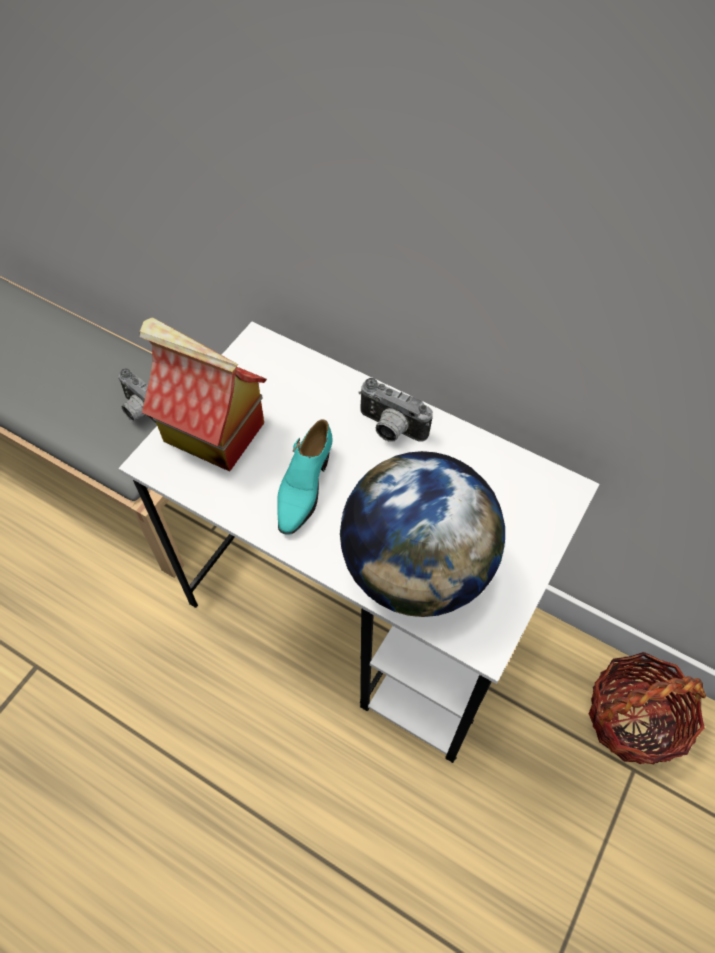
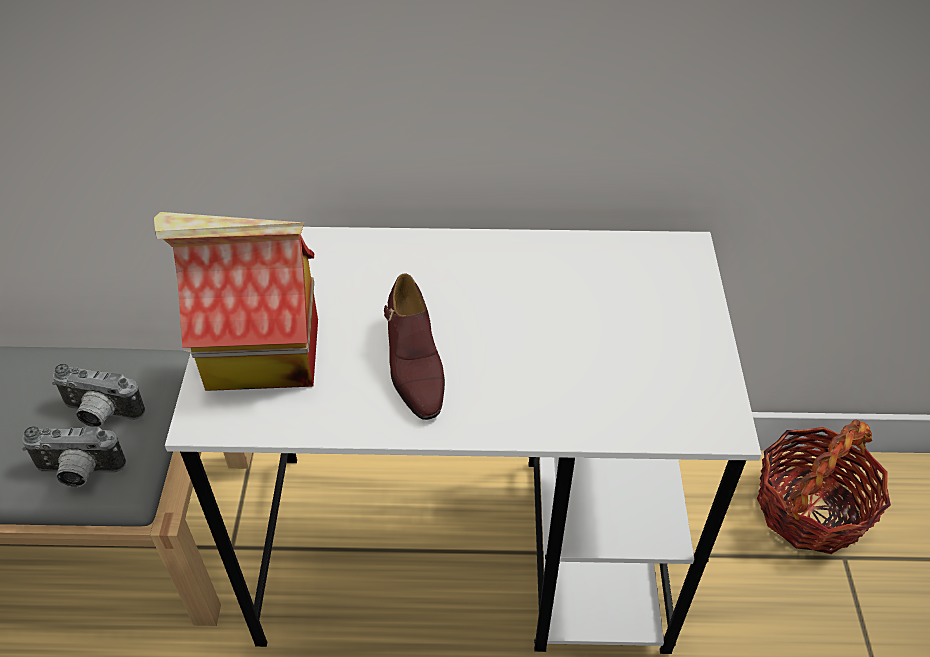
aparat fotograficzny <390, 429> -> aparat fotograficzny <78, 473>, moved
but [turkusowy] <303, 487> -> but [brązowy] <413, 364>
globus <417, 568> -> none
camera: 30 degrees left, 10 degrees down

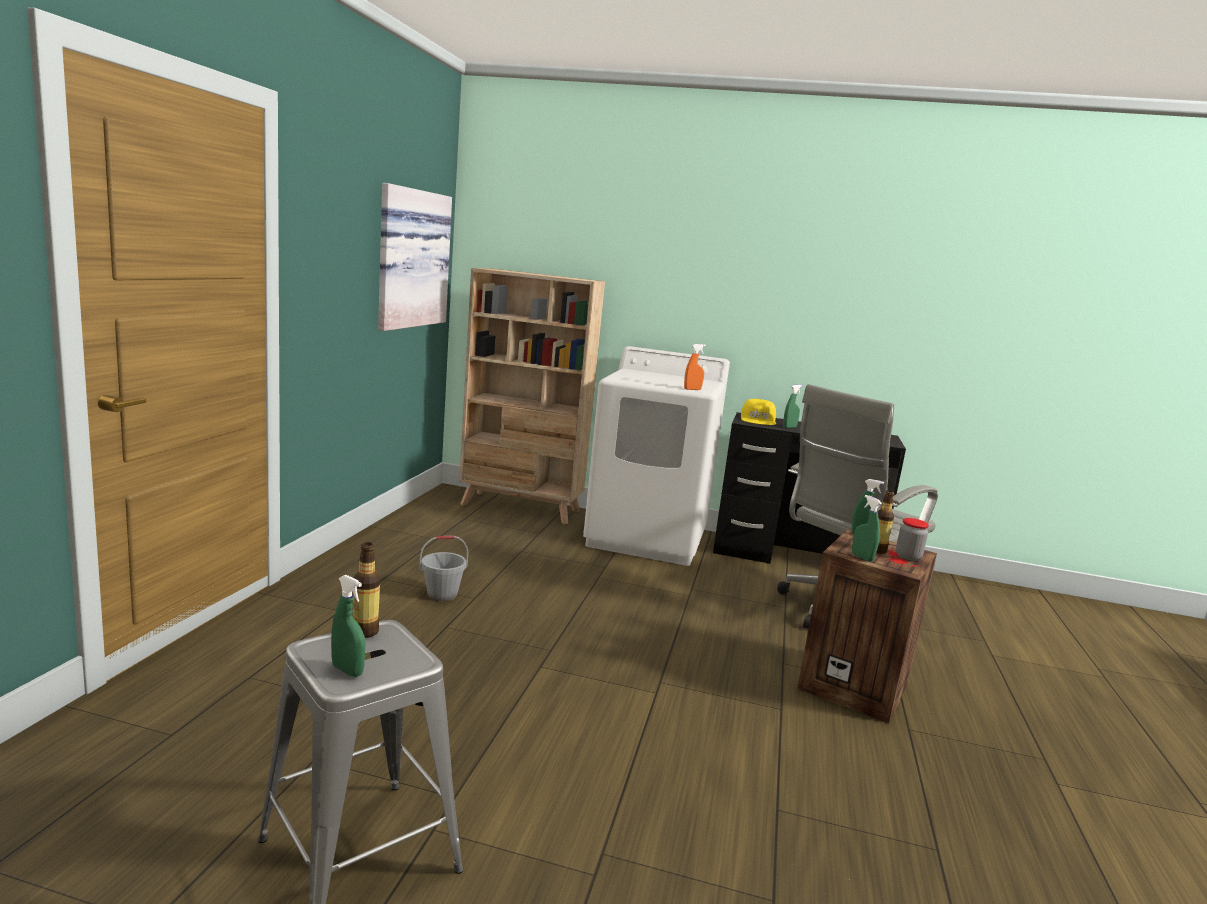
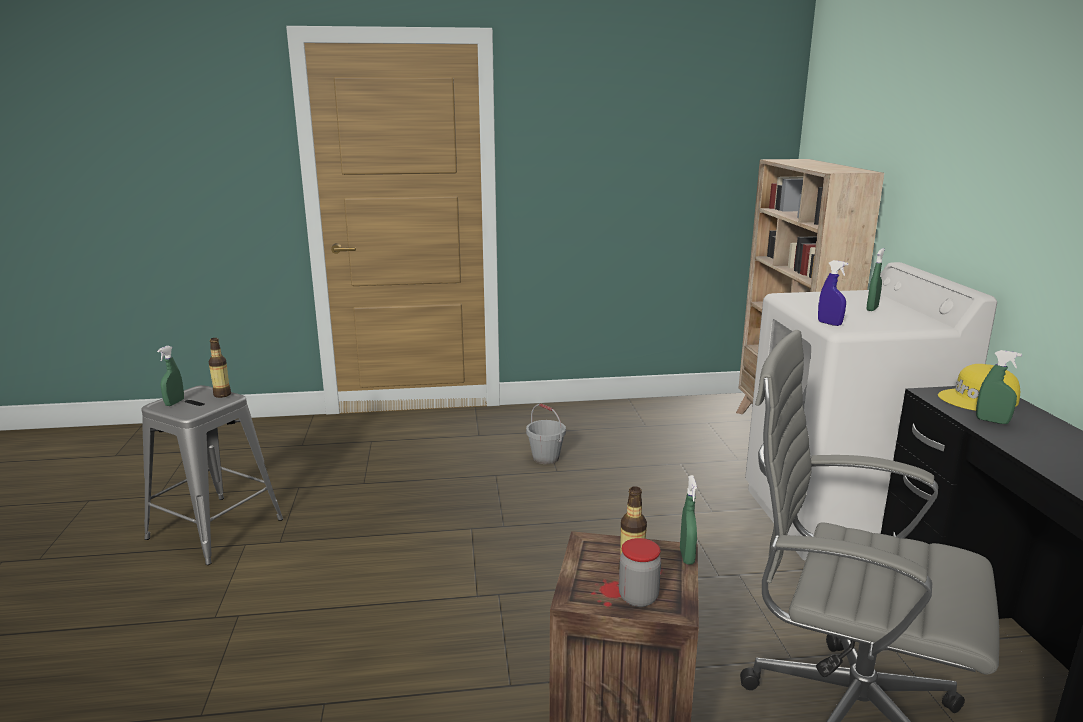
spryskiwacz [pomarańczowy] <692, 389> -> spryskiwacz [niebieski] <829, 323>
spryskiwacz [zielony] <862, 557> -> spryskiwacz [zielony] <872, 309>, moved
obraz <410, 258> -> none
camera: 70 degrees right, 5 degrees up

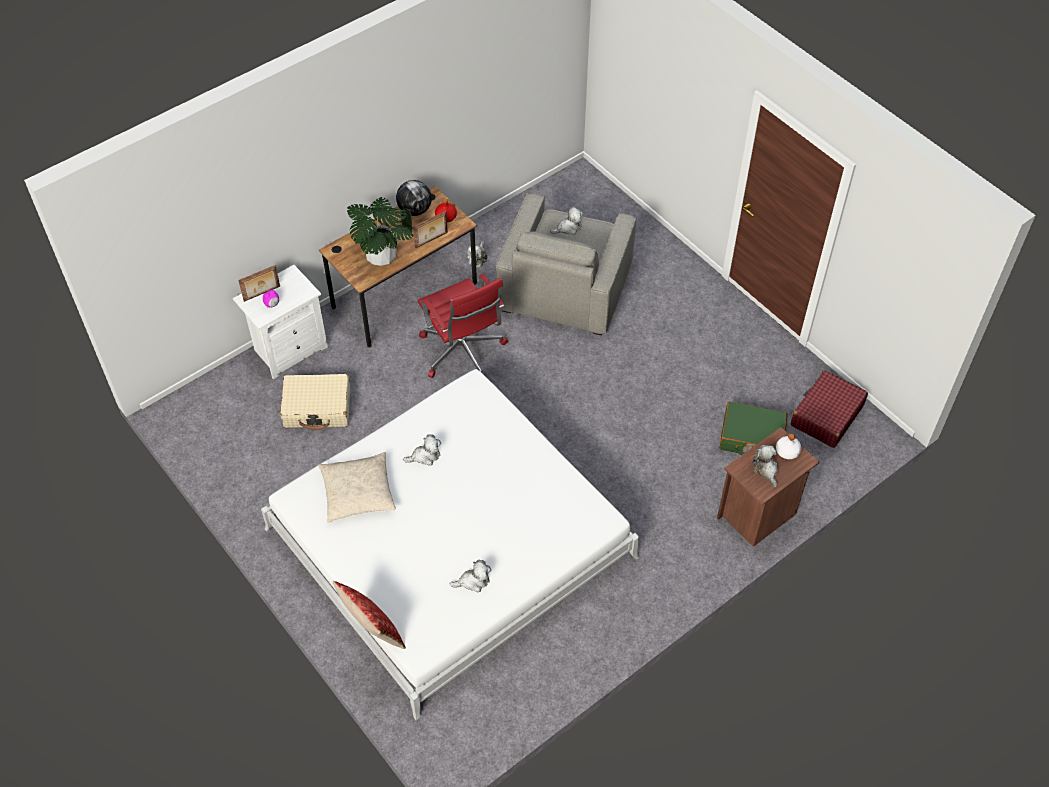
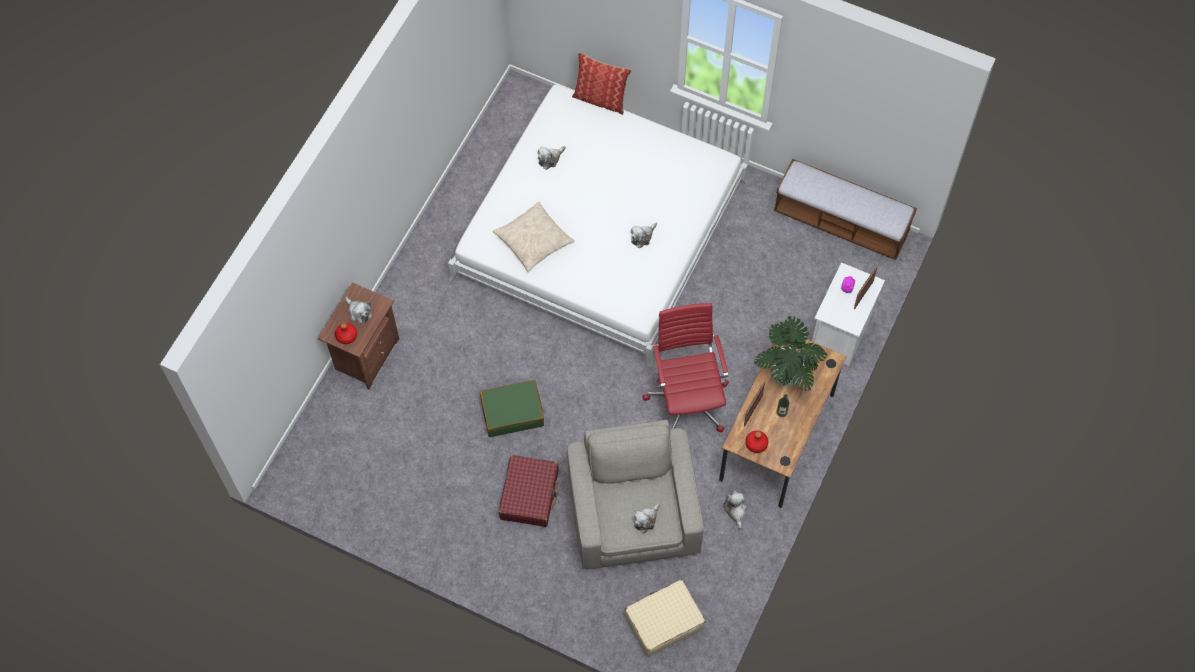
butelka [biały] <787, 451> -> butelka [czerwony] <347, 336>
walizka [zielony] <751, 437> -> walizka [zielony] <512, 412>, moved
poduszka [beżowy] <358, 492> -> poduszka [beżowy] <533, 240>, moved
walizka [czerwony] <826, 415> -> walizka [czerwony] <529, 494>, moved
walizka [beżowy] <317, 408> -> walizka [beżowy] <663, 621>, moved
krzesło biurowe [czerwony] <463, 353> -> krzesło biurowe [czerwony] <687, 399>, 45 degrees clockwise
none -> ławka <841, 223>
globus <414, 210> -> none
camera: 155 degrees right, 10 degrees up

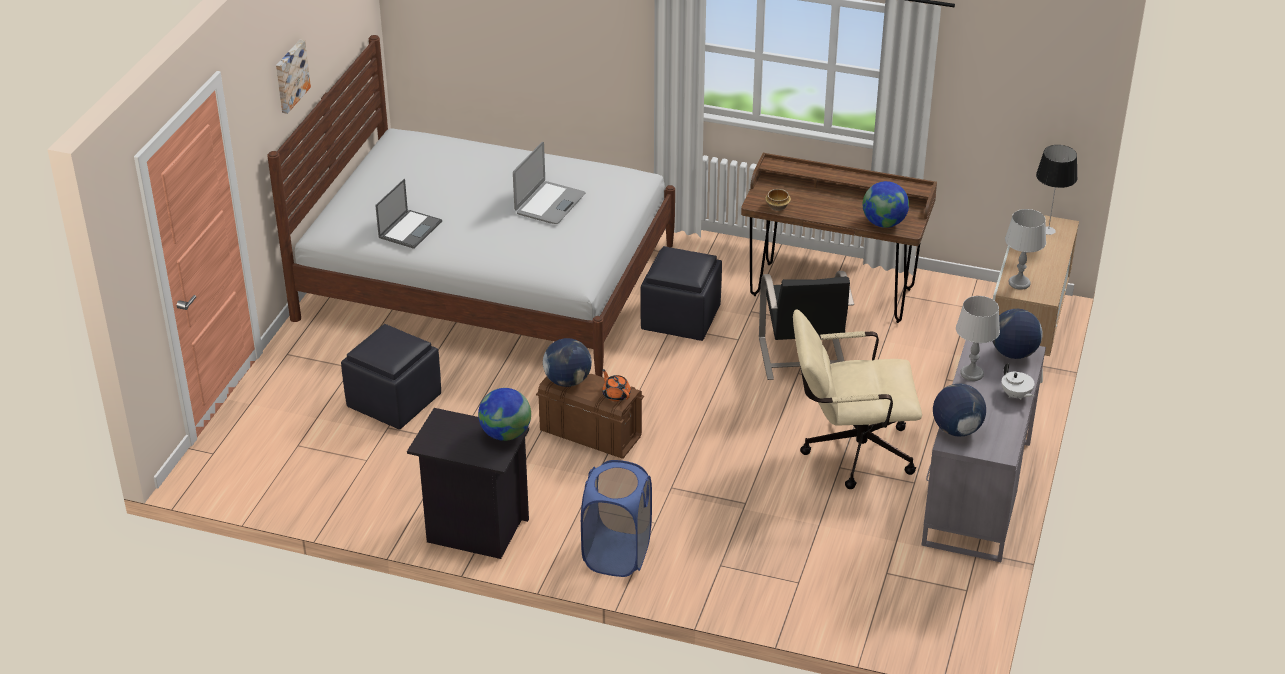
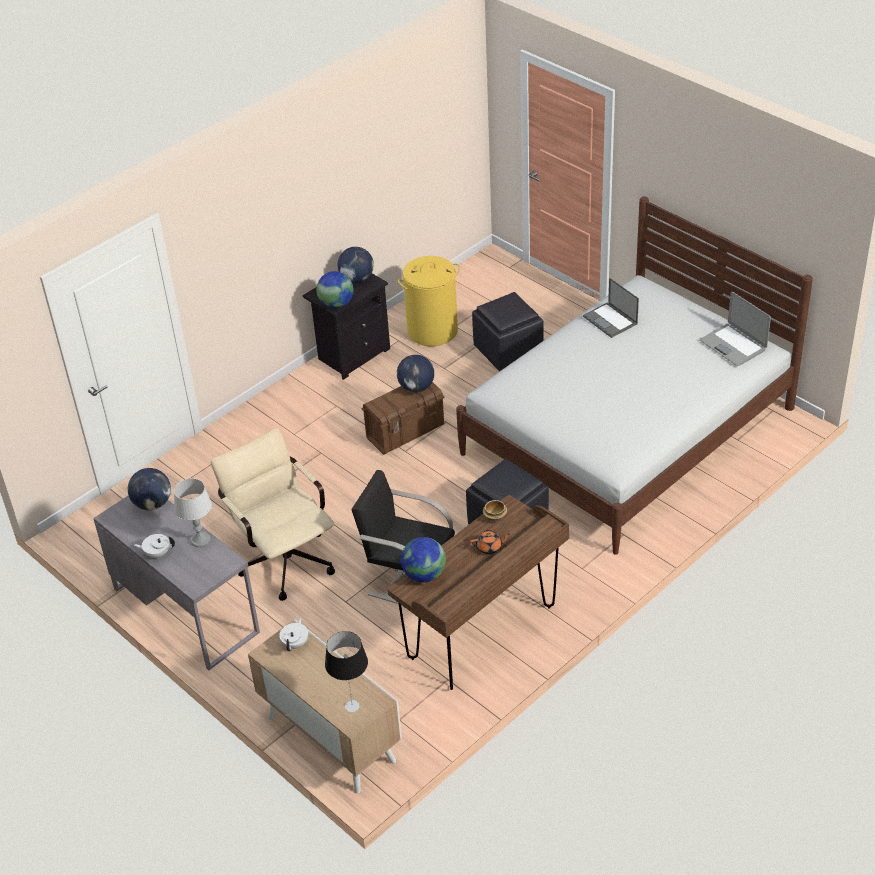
krzesło biurowe [beżowy] <848, 451> -> krzesło biurowe [beżowy] <283, 558>, 60 degrees counterclockwise
lampa stołowa [szary] <1019, 283> -> imbryk [biały] <296, 643>
globus <1013, 353> -> globus <357, 279>, moved
none -> kosz na pranie [żółty] <432, 330>
imbryk [pomarańczowy] <616, 394> -> imbryk [pomarańczowy] <489, 547>, moved
laptop <549, 204> -> laptop <733, 345>, moved
obraz <290, 75> -> none
kosz na pranie [niebieski] <617, 554> -> none
camera: 120 degrees right, 5 degrees up

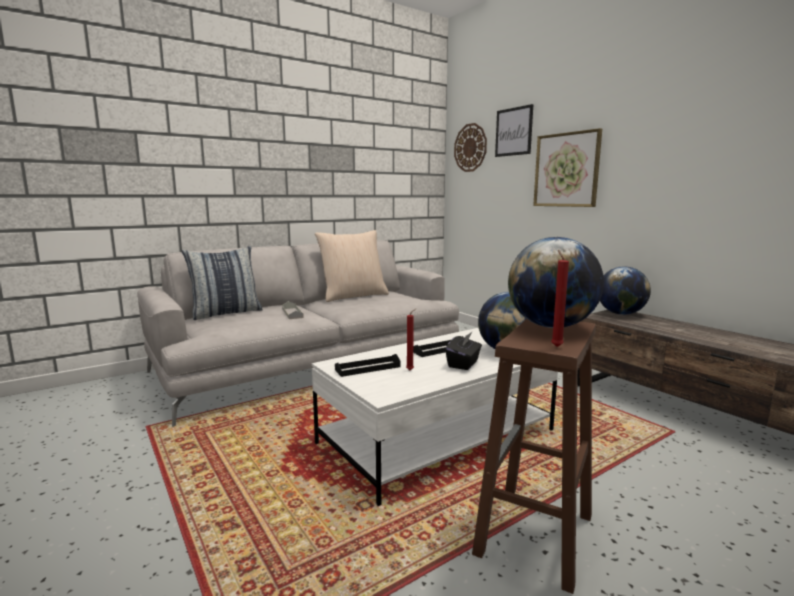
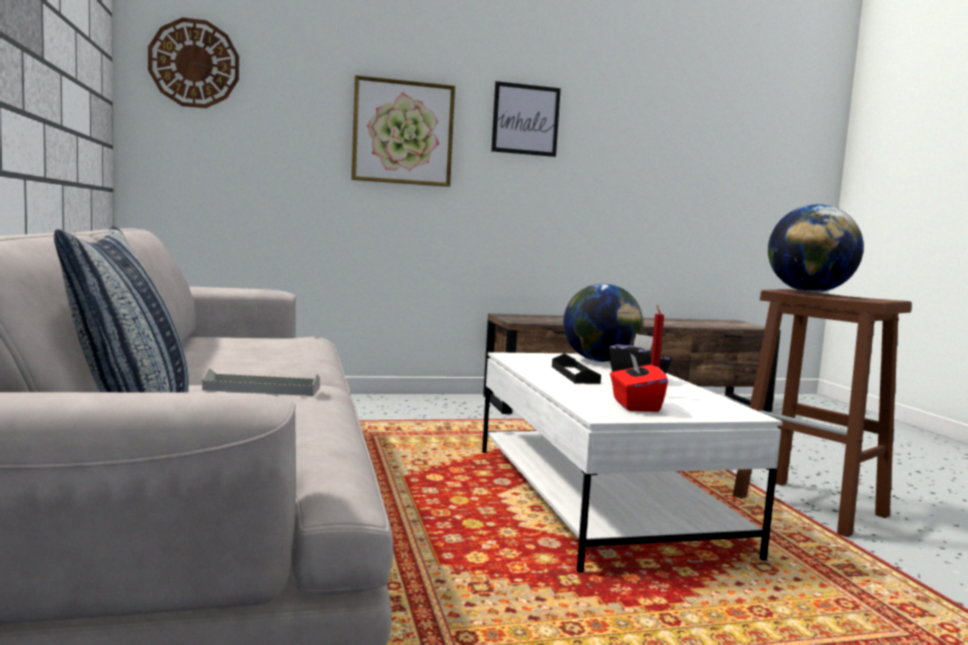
obraz <513, 131> -> obraz <525, 119>, moved
taca [czarny] <368, 368> -> pudełko chusteczek [czerwony] <635, 405>
poduszka [beżowy] <353, 296> -> none
świeca [czerwony] <555, 346> -> none
globus <620, 314> -> none
camera: 70 degrees left, 5 degrees down

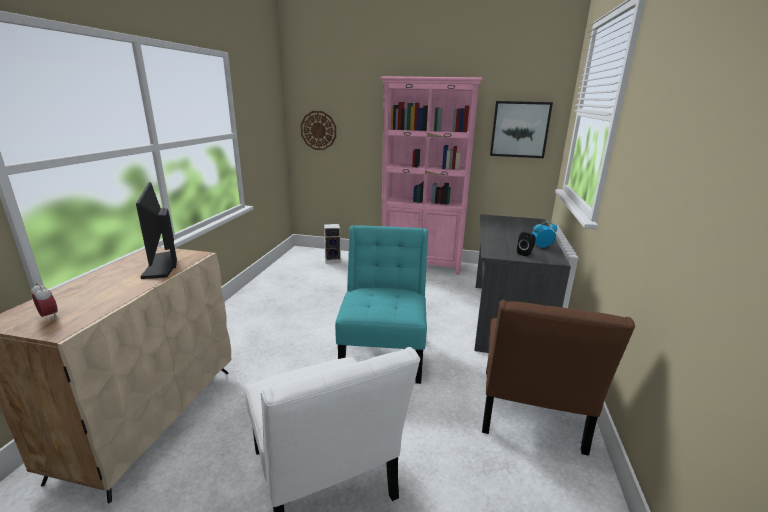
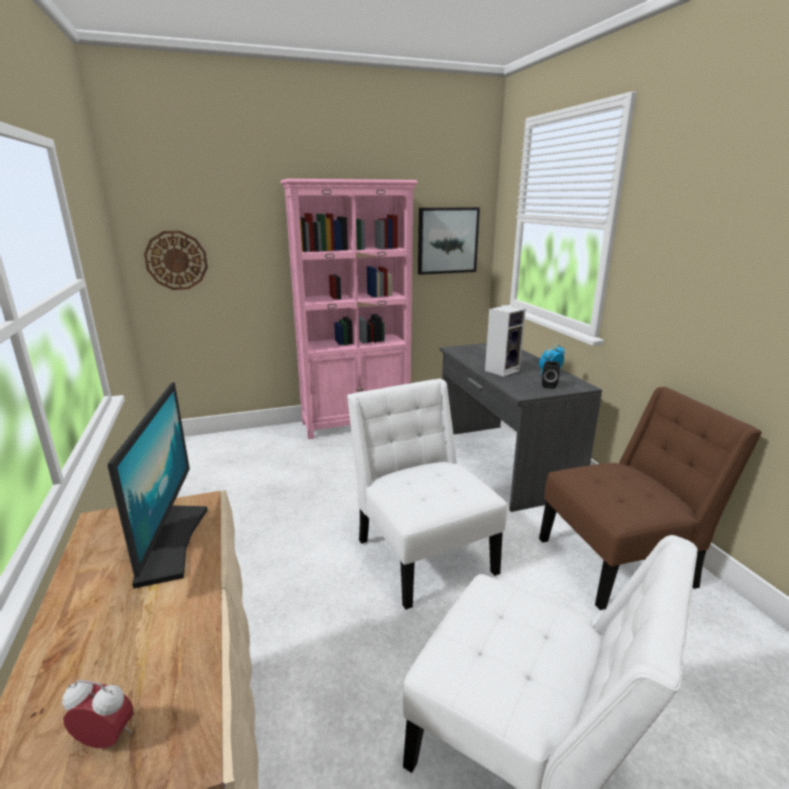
monitor <161, 265> -> monitor <168, 543>, 135 degrees counterclockwise
krzesło [turkusowy] <383, 351> -> krzesło [biały] <422, 551>
głośnik <333, 260> -> głośnik <502, 370>, moved
krzesło [brązowy] <530, 414> -> krzesło [brązowy] <622, 561>, 90 degrees counterclockwise
camera: 30 degrees left, 0 degrees up

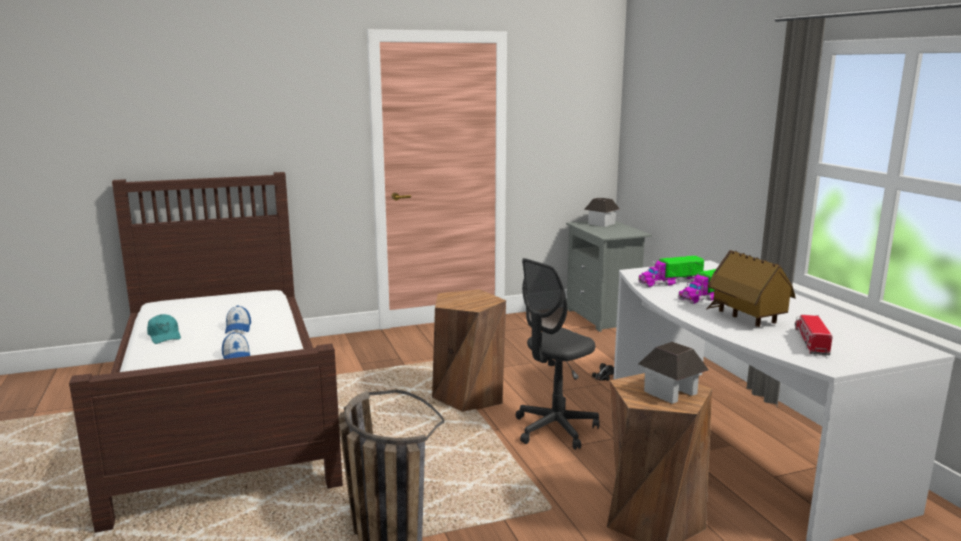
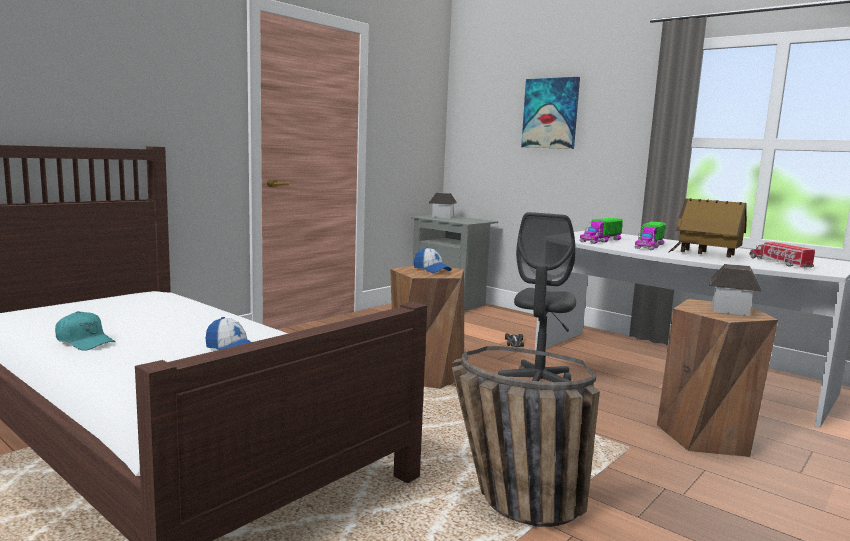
czapka z daszkiem <238, 328> -> czapka z daszkiem <431, 270>, moved
none -> obraz <550, 113>
camera: 30 degrees left, 5 degrees down

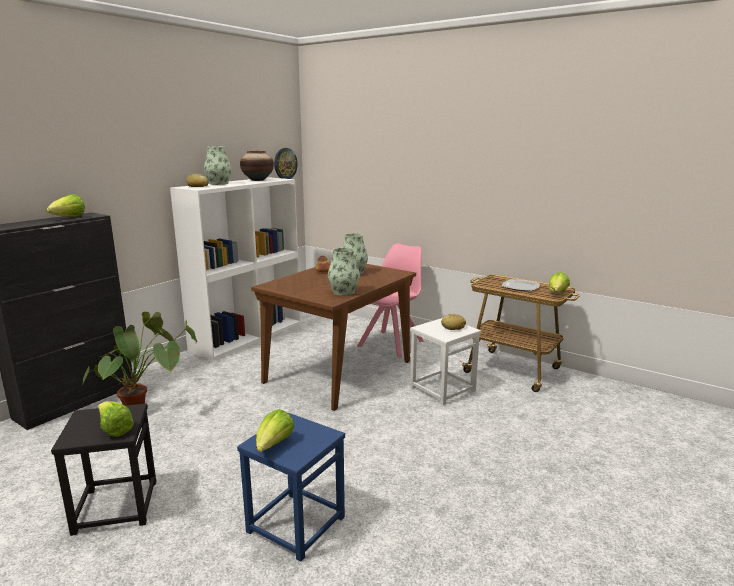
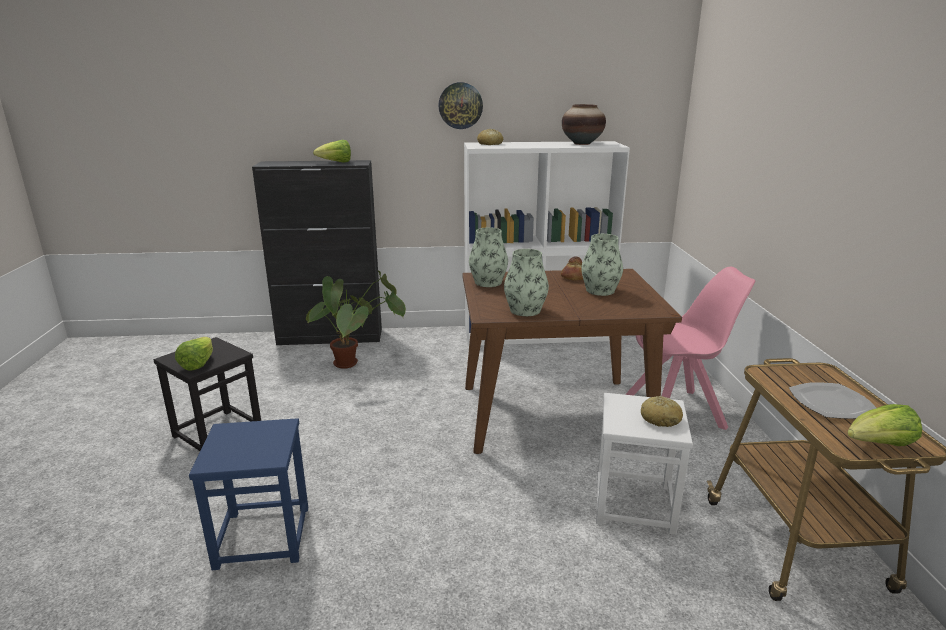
zegar ścienny <285, 163> -> zegar ścienny <460, 105>, moved
wazon <218, 183> -> wazon <488, 282>, moved
sałata <274, 445> -> none
camera: 50 degrees right, 5 degrees up

